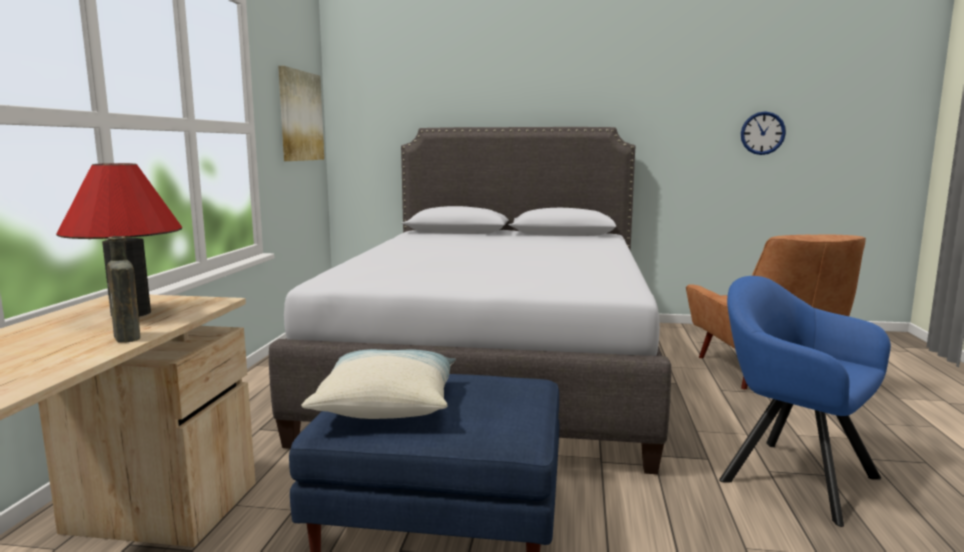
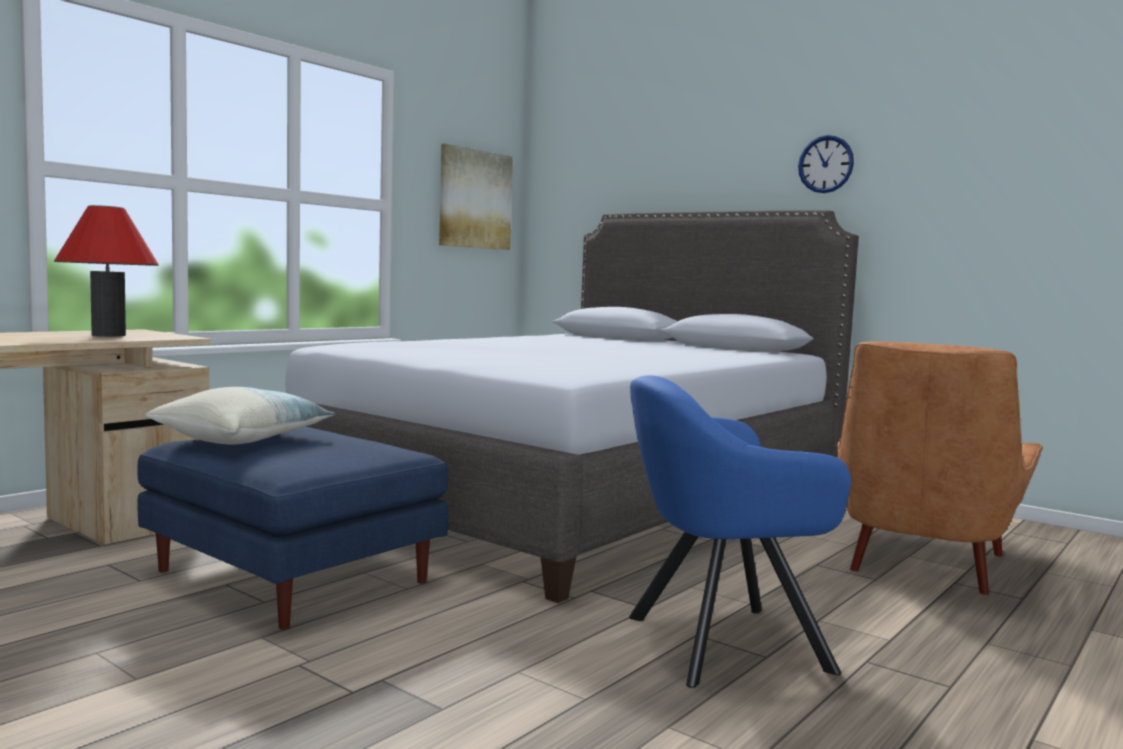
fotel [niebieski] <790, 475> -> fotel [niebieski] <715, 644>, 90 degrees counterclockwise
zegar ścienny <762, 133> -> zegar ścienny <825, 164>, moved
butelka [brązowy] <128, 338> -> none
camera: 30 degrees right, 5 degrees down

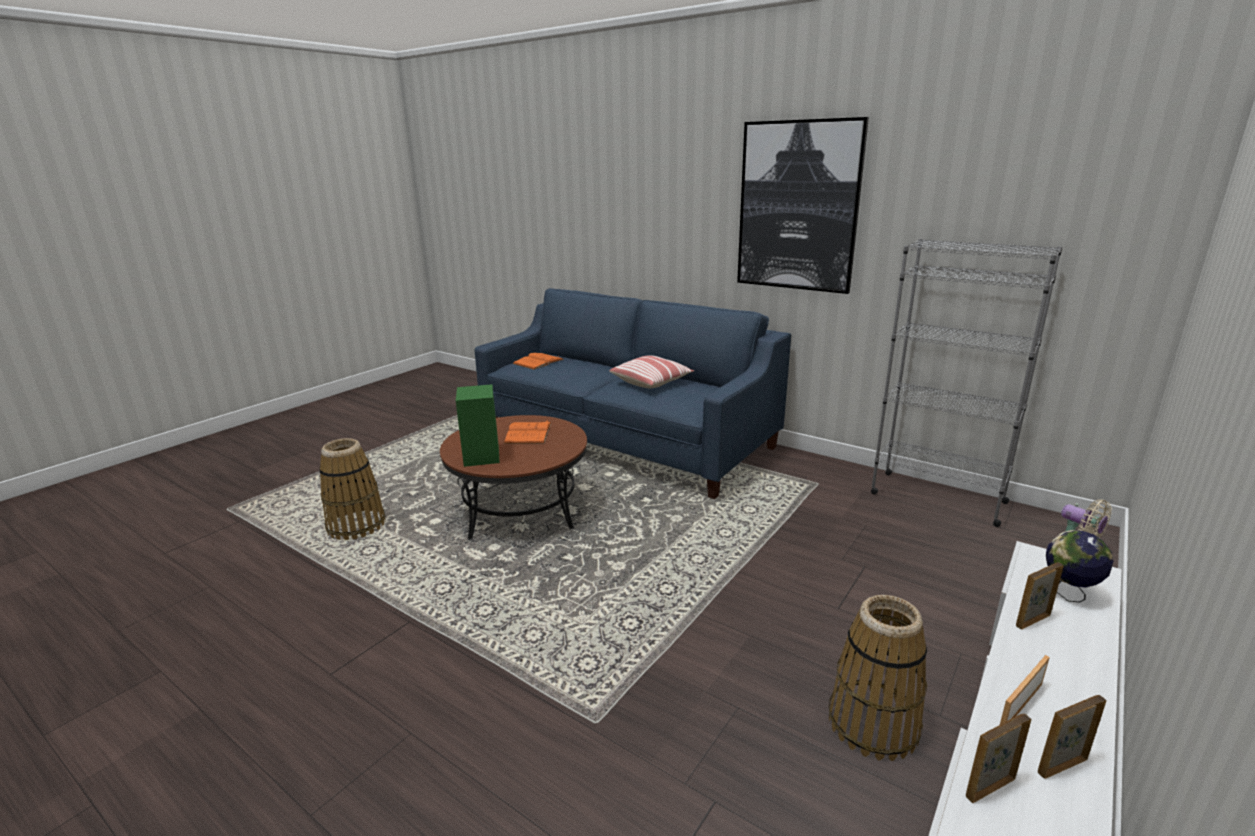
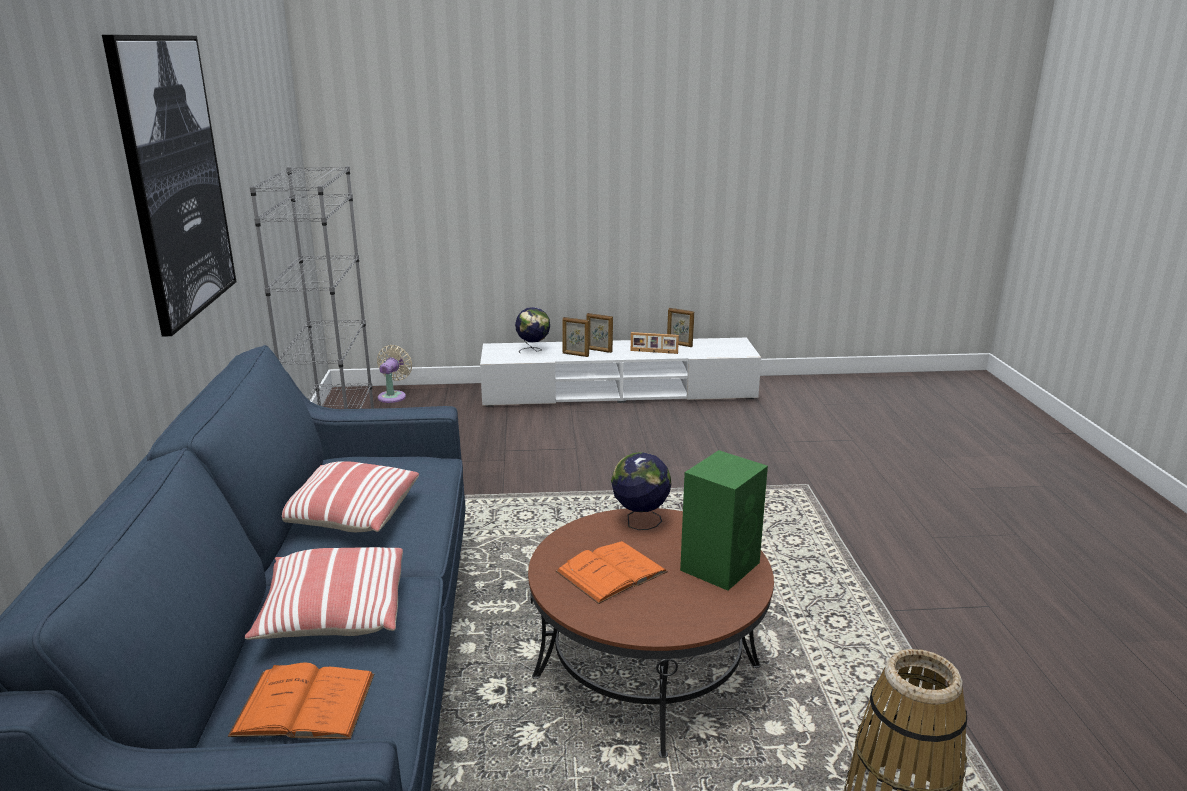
none -> poduszka <333, 614>
ramka na zdjęcie <989, 787> -> ramka na zdjęcie <599, 350>, moved
none -> globus <640, 522>
koszyk <872, 724> -> none
camera: 130 degrees left, 0 degrees up

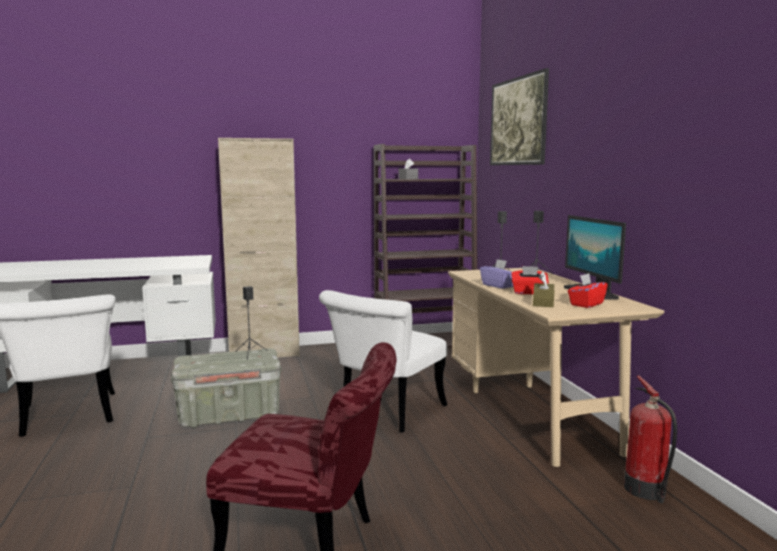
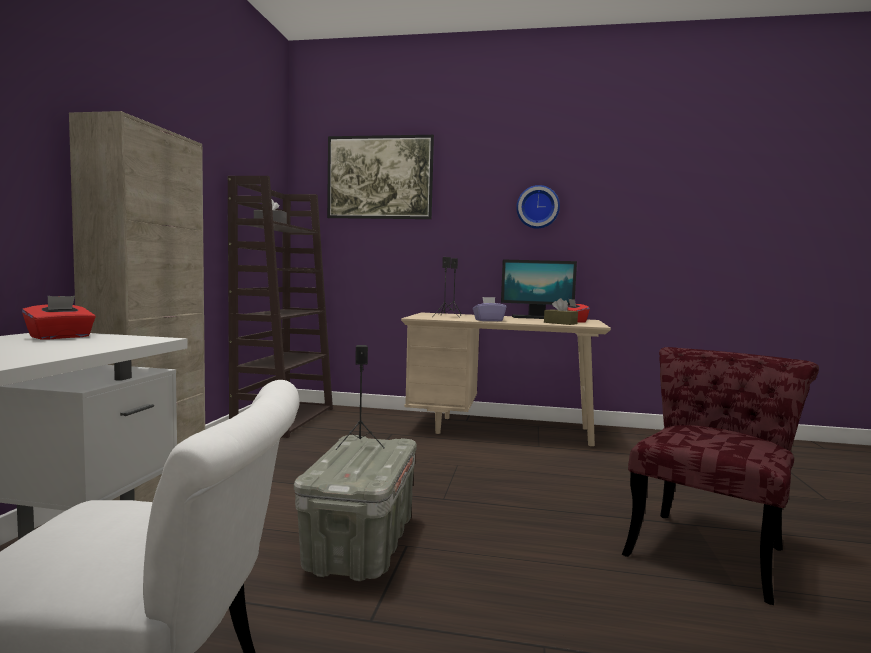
pudełko chusteczek [czerwony] <529, 293> -> pudełko chusteczek [czerwony] <61, 337>, moved
none -> zegar ścienny <537, 207>
krzesło [biały] <385, 413> -> none
gaśnica <646, 490> -> none
camera: 65 degrees left, 5 degrees down

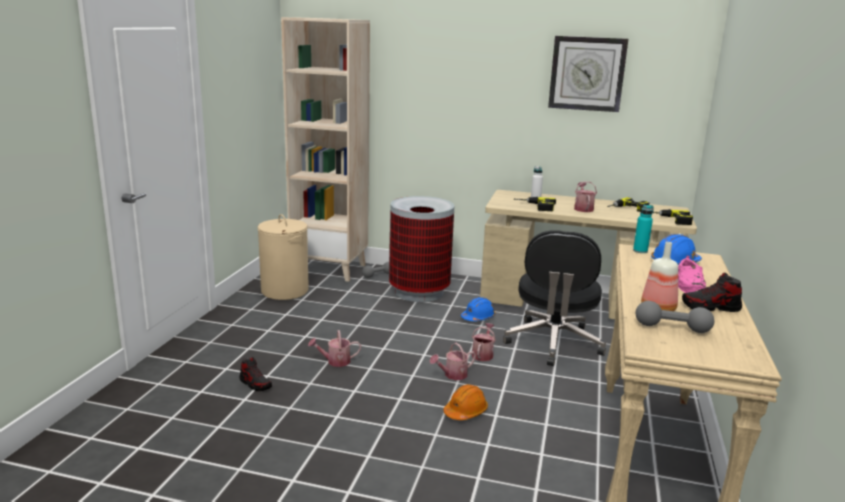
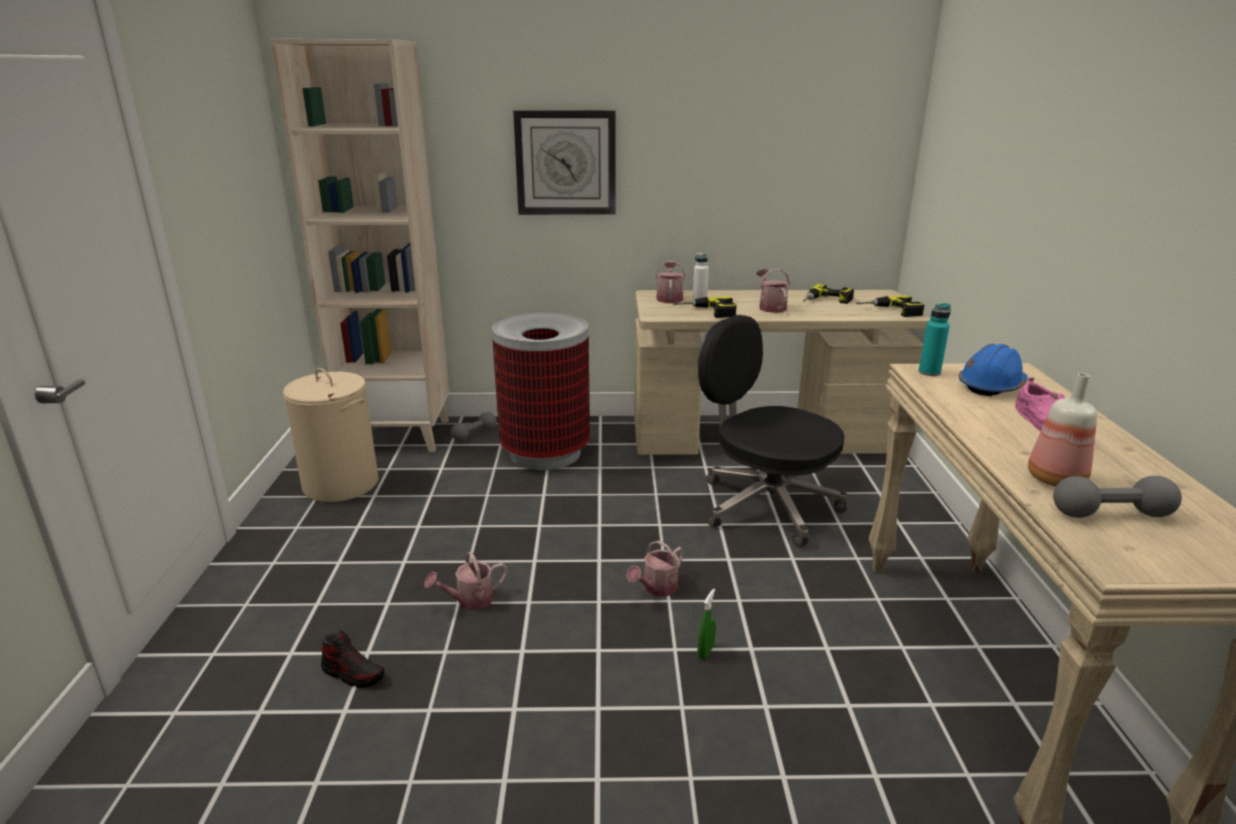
zegar ścienny <587, 73> -> zegar ścienny <566, 163>, moved
konewka <483, 354> -> konewka <669, 298>, moved
kask [pomarańczowy] <465, 411> -> spryskiwacz [zielony] <705, 651>
krzesło biurowe [czarny] <553, 343> -> krzesło biurowe [czarny] <765, 505>, 135 degrees clockwise
kask [niebieski] <478, 317> -> none
but <710, 307> -> none
camera: 15 degrees left, 5 degrees up

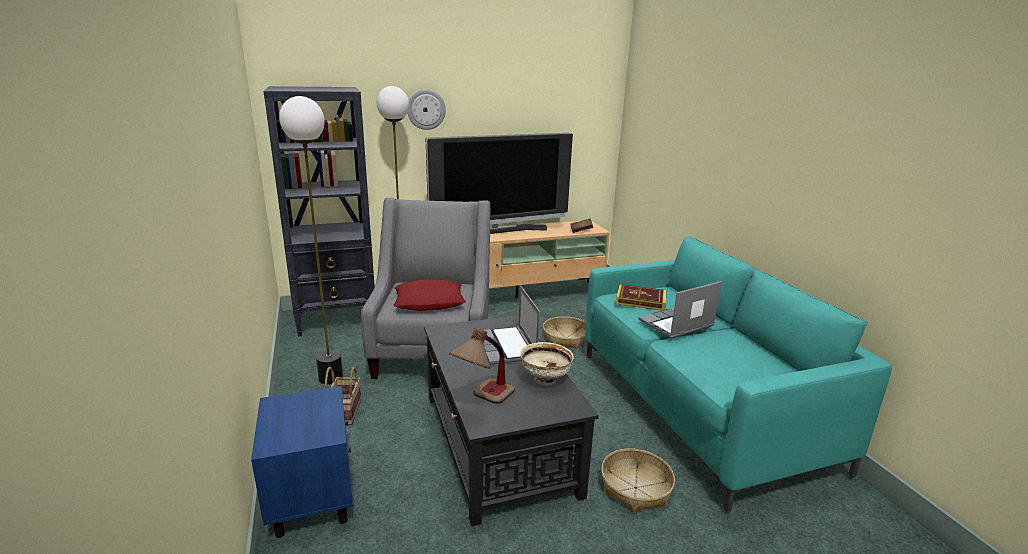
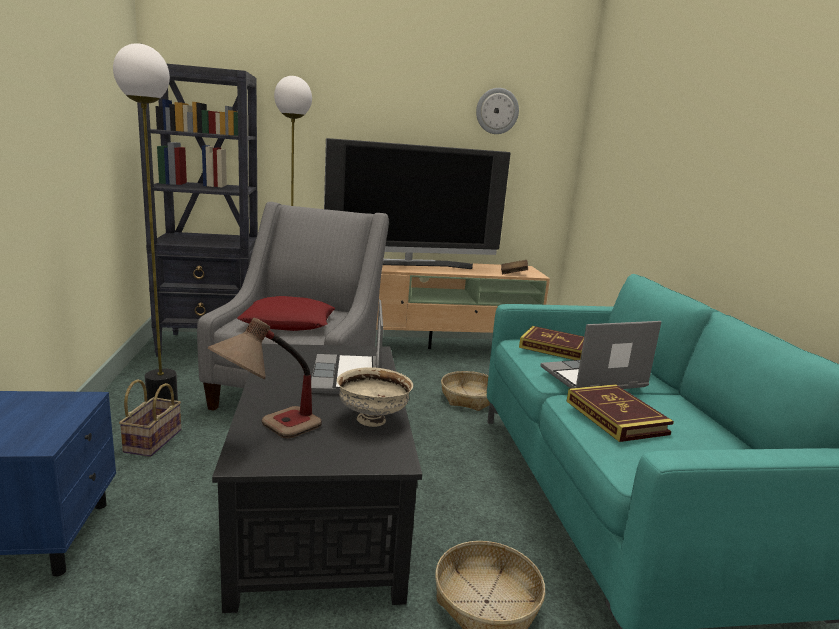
zegar ścienny <426, 109> -> zegar ścienny <497, 111>, moved
none -> książka <616, 417>
camera: 10 degrees right, 5 degrees down

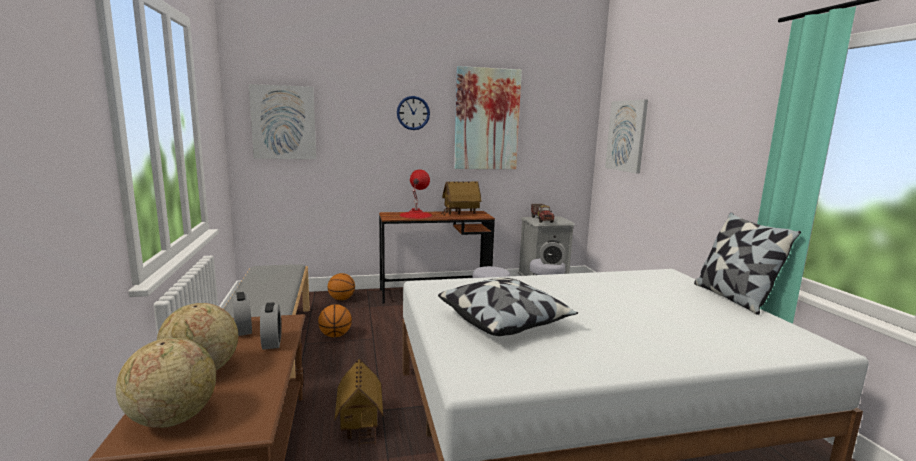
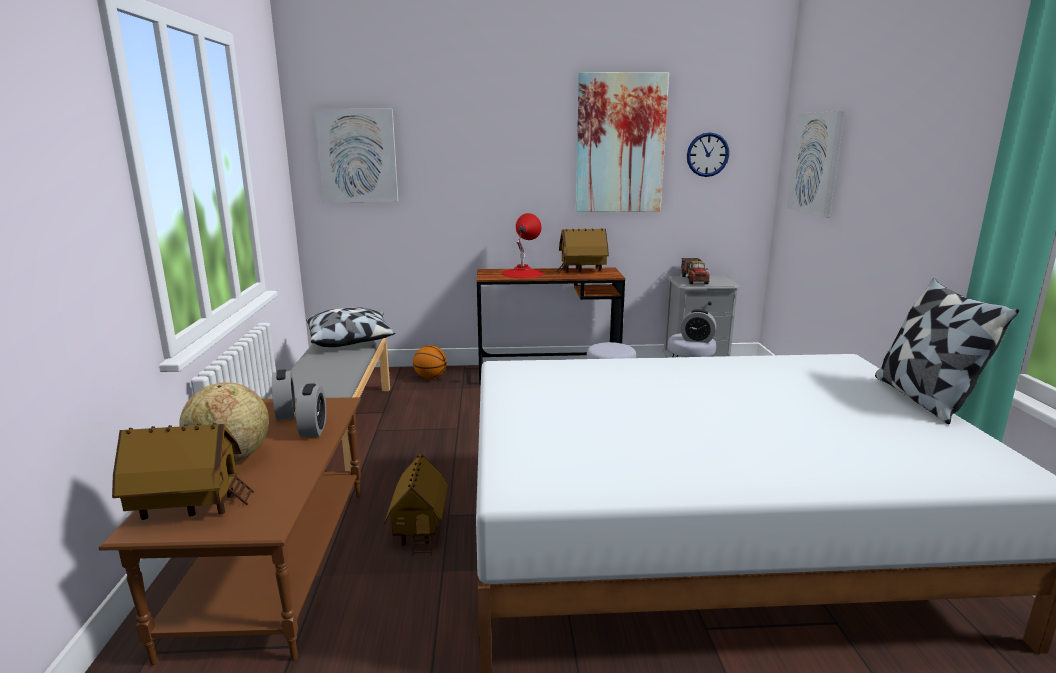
globus <172, 418> -> domek <189, 508>
poduszka <505, 322> -> poduszka <351, 341>, moved
zegar ścienny <413, 113> -> zegar ścienny <707, 154>, moved
piłka do koszykówki <335, 335> -> none
camera: 10 degrees right, 5 degrees up

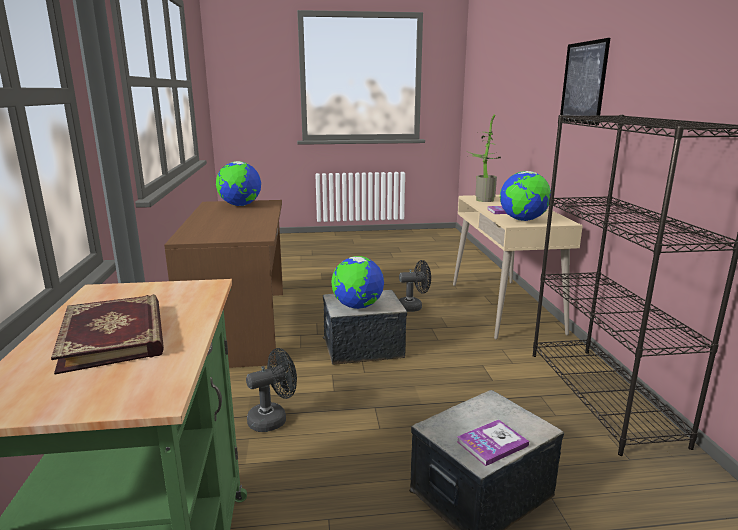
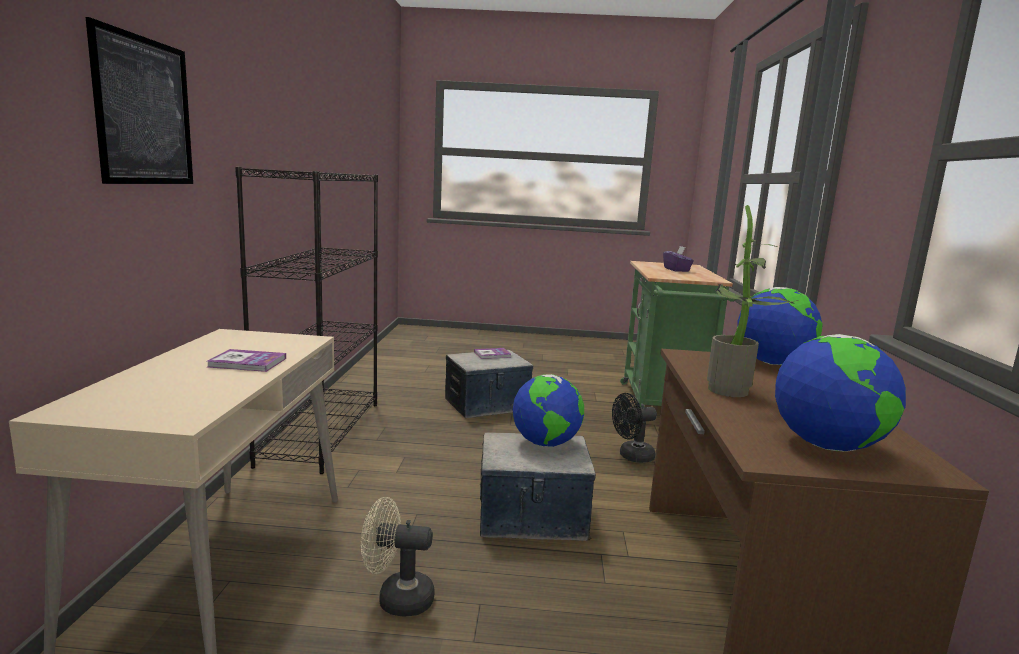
wentylator [czarny] <413, 307> -> wentylator [beżowy] <396, 598>
książka <116, 335> -> pudełko chusteczek [fioletowy] <676, 270>
roślina doniczkowa <481, 200> -> roślina doniczkowa <735, 391>, moved
globus <522, 220> -> globus <772, 363>, moved
camera: 170 degrees left, 5 degrees down

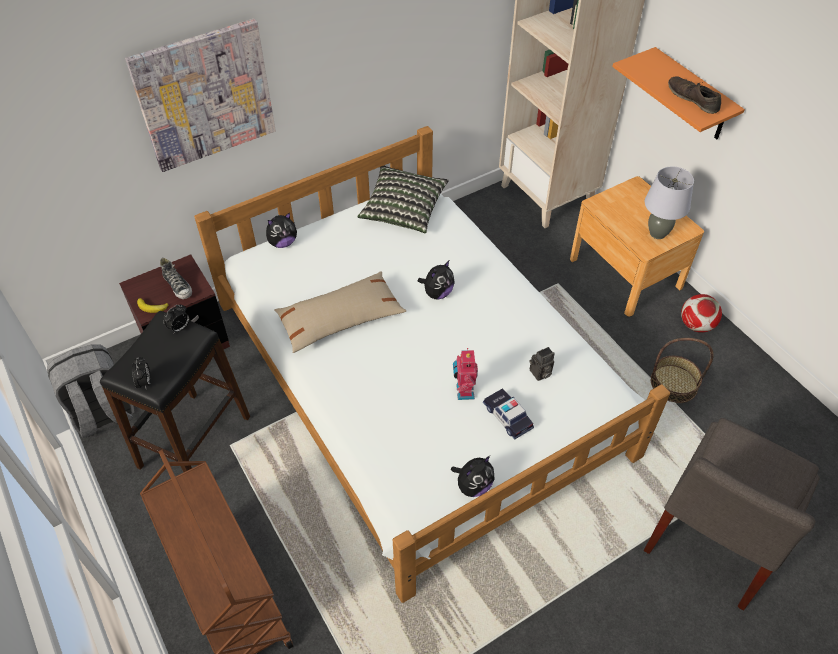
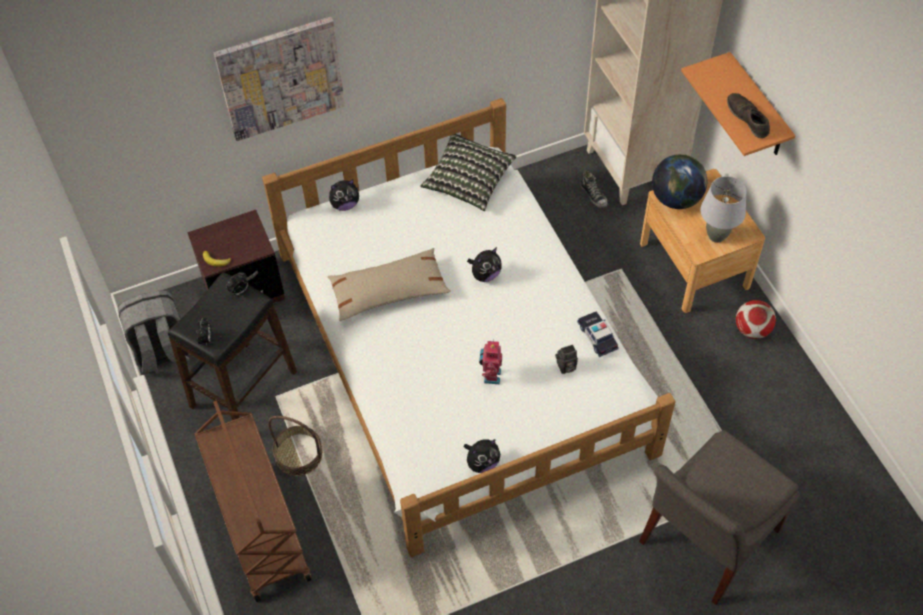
koszyk <674, 383> -> koszyk <299, 454>, moved
samochodzik <507, 417> -> samochodzik <597, 336>, moved
but <178, 286> -> but <593, 195>, moved
none -> globus <676, 198>
camera: 10 degrees right, 5 degrees up

